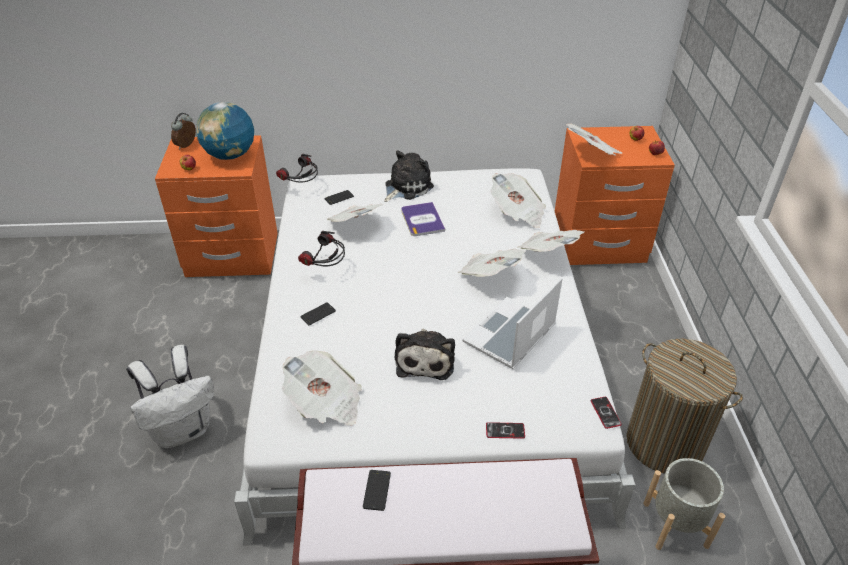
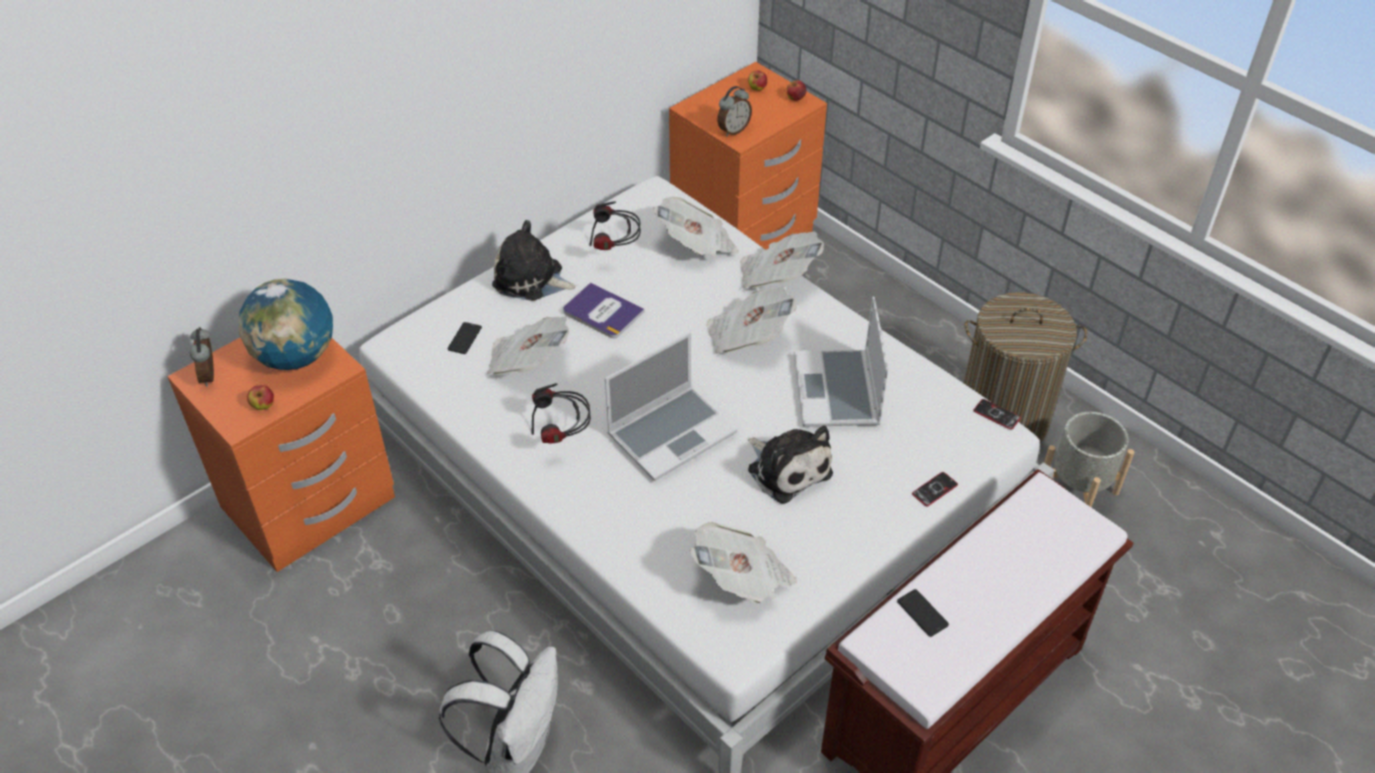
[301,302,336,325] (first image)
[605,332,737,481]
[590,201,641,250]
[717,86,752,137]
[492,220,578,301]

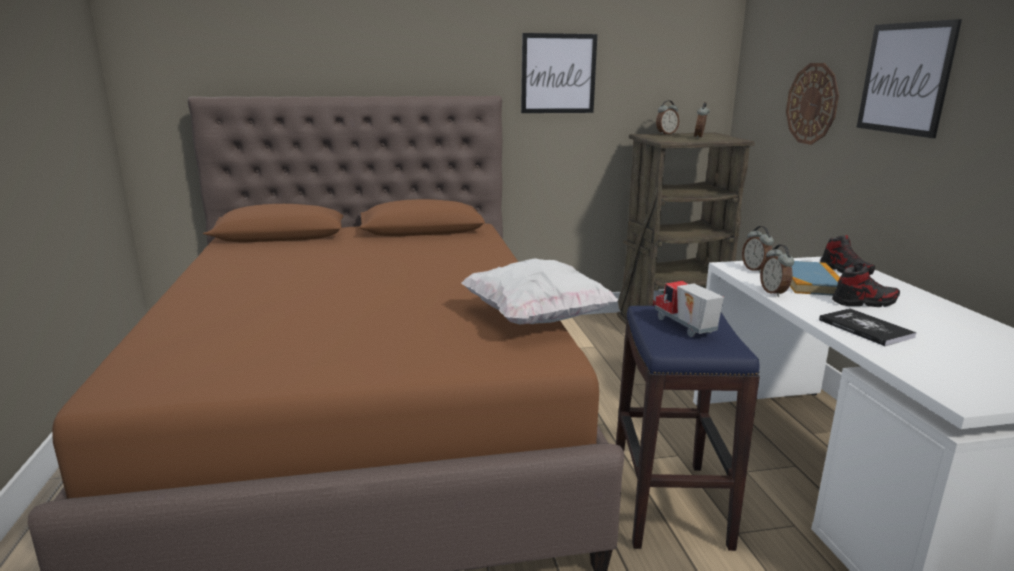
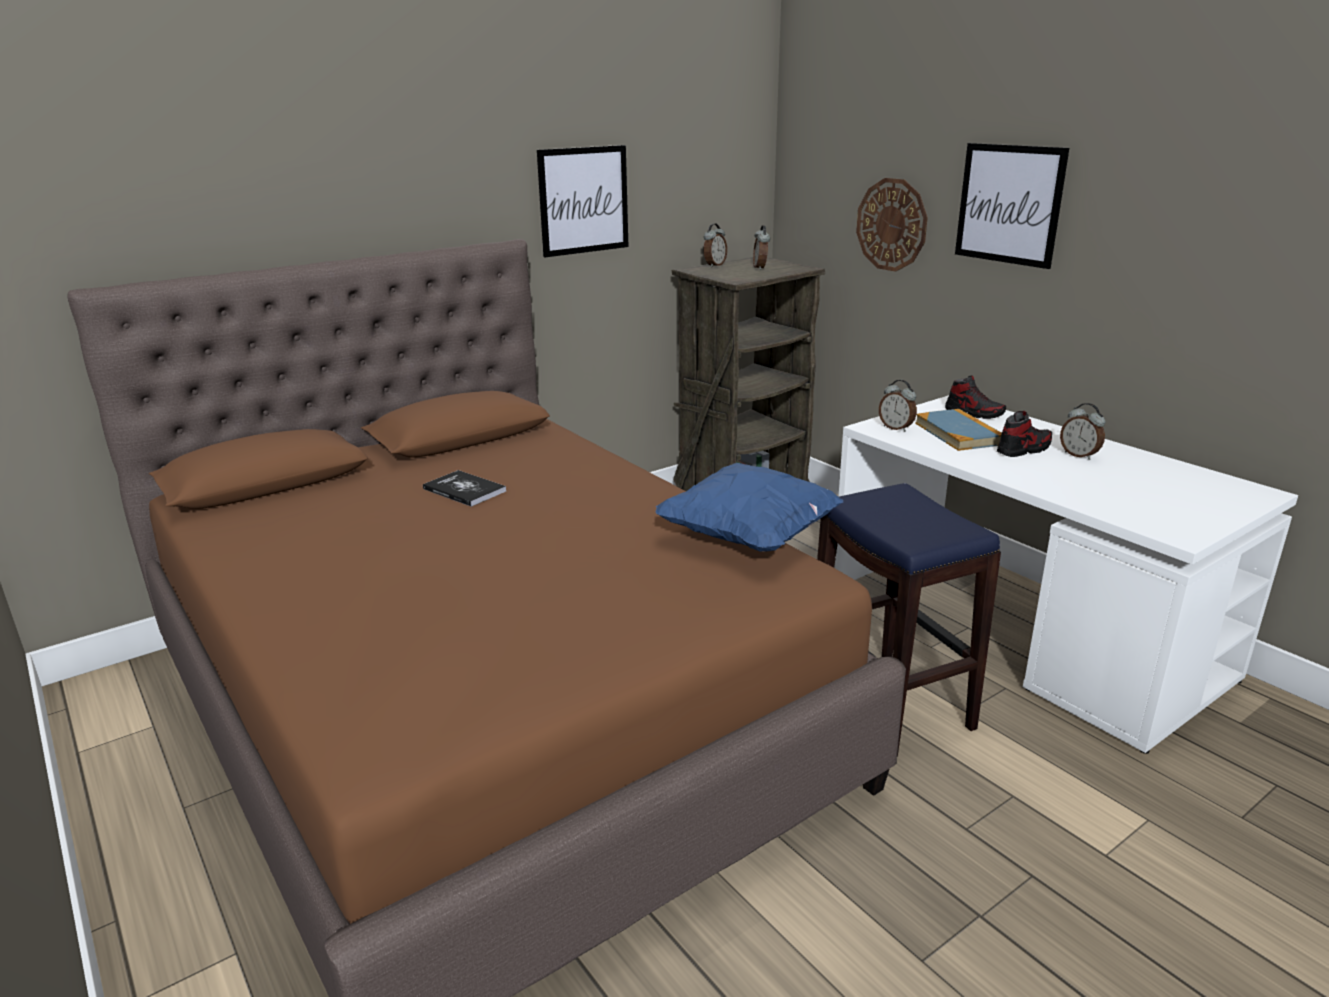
[654,281,724,337] (first image)
[1060,403,1106,460]
[423,470,506,507]
[655,463,843,552]

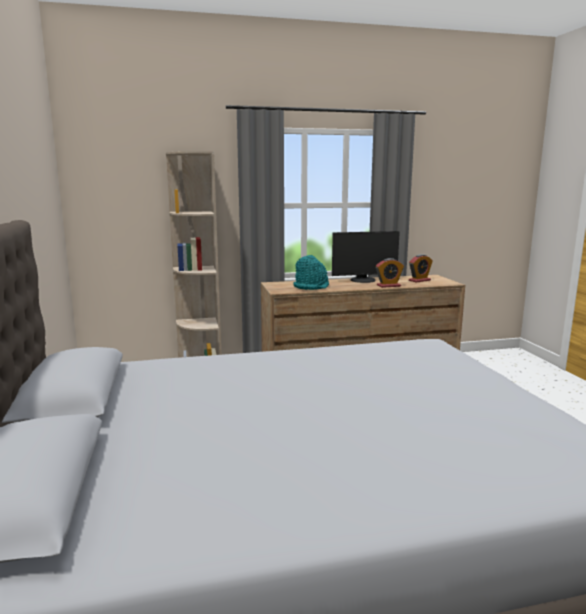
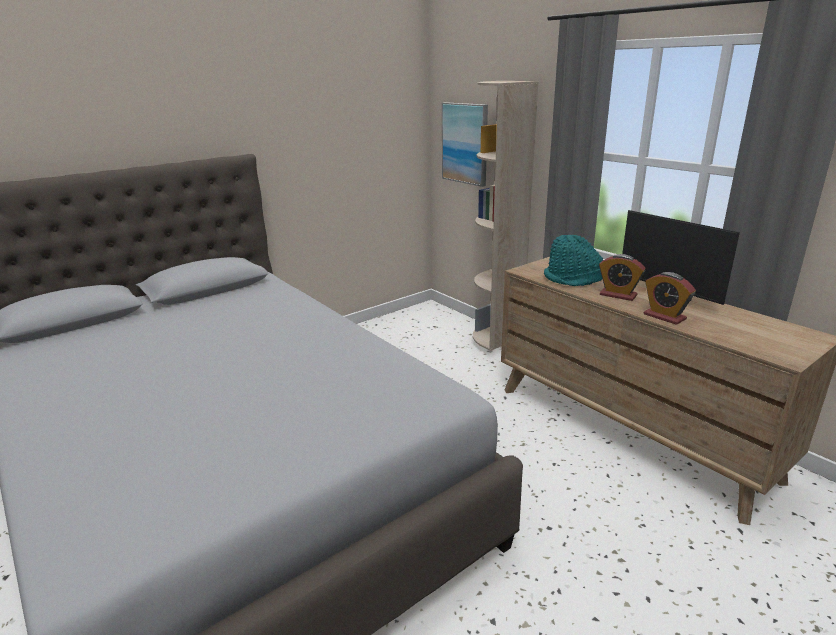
[442,102,488,187]
[599,254,646,301]

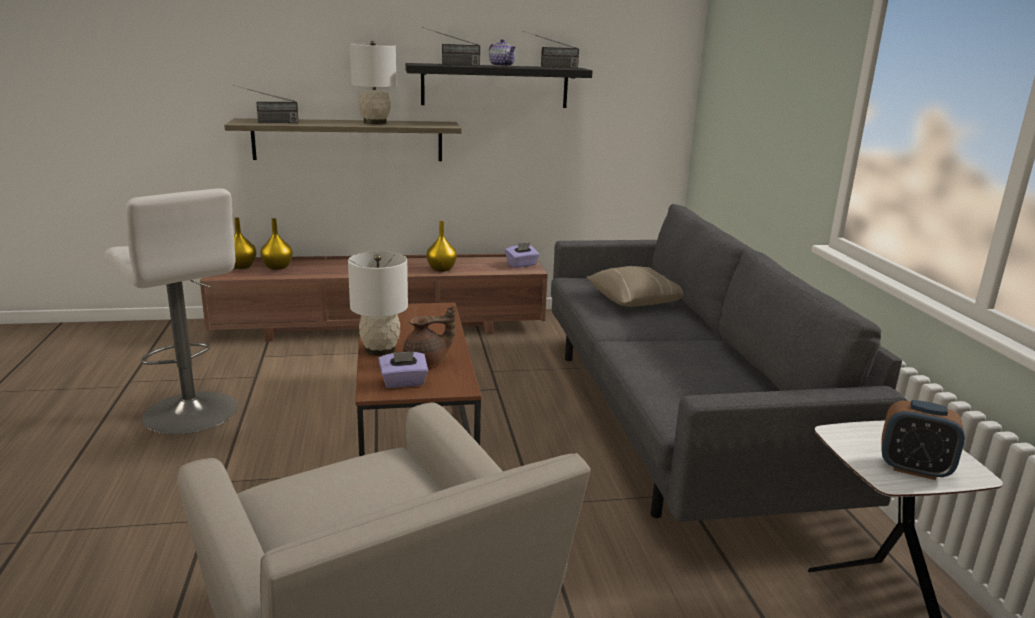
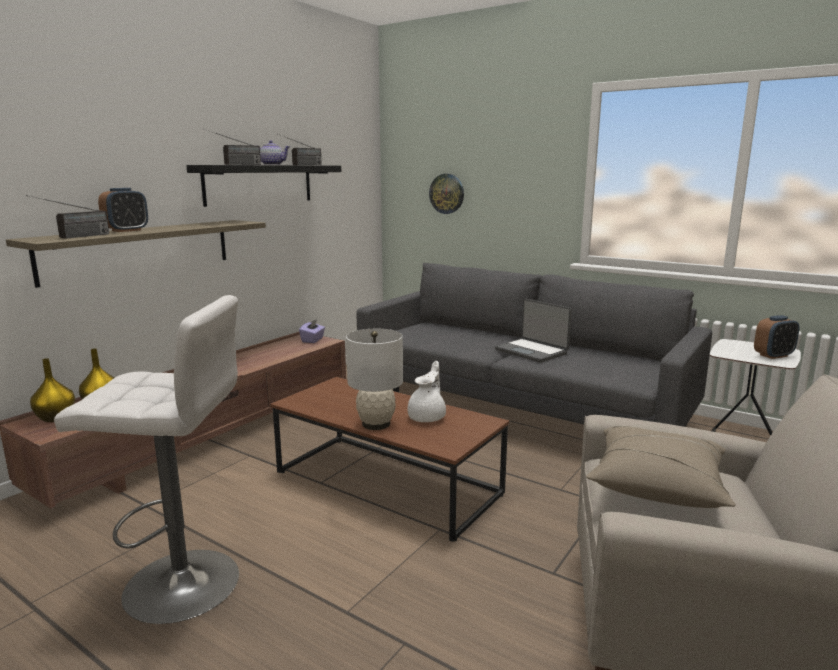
[350,41,396,124] (first image)
[378,352,428,388] (first image)
[426,221,457,272] (first image)
[98,188,148,232]
[429,174,464,214]
[495,299,572,363]
[586,426,736,508]
[408,361,446,422]

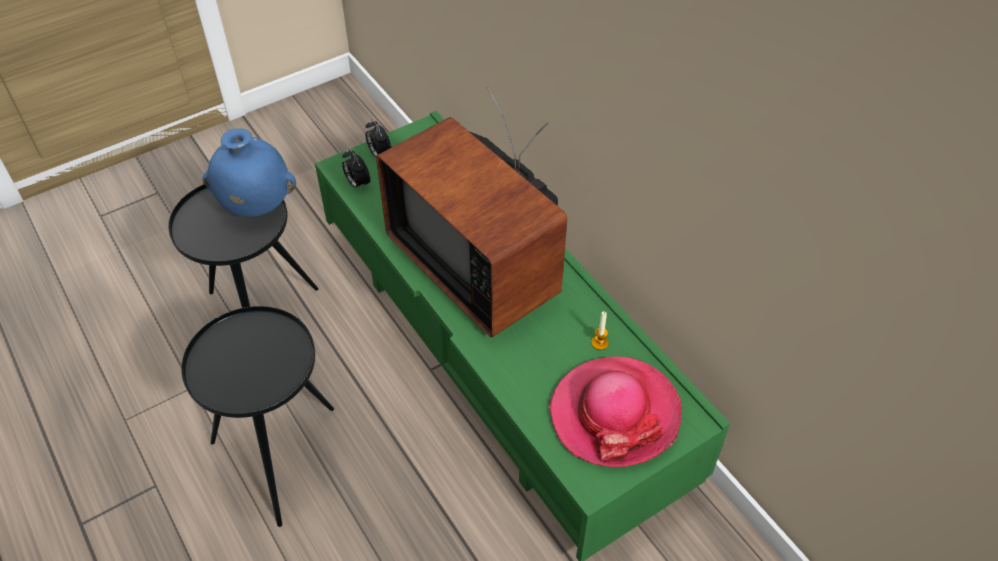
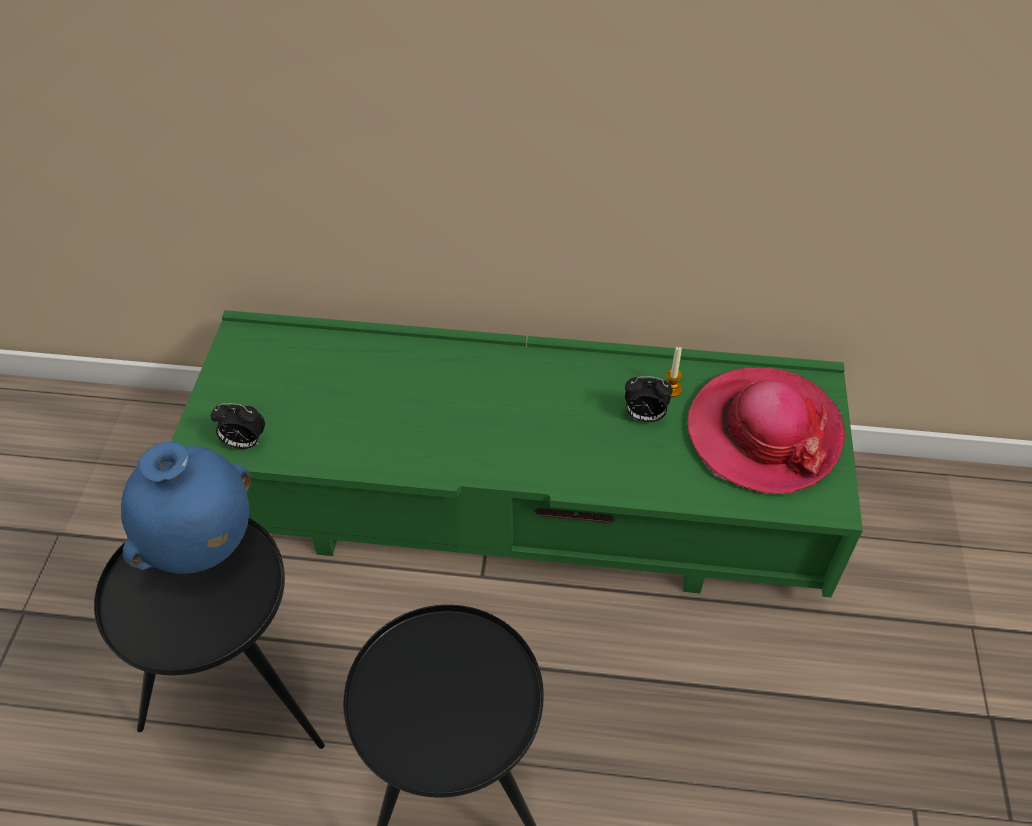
[376,87,567,337] (first image)
[625,376,673,422]

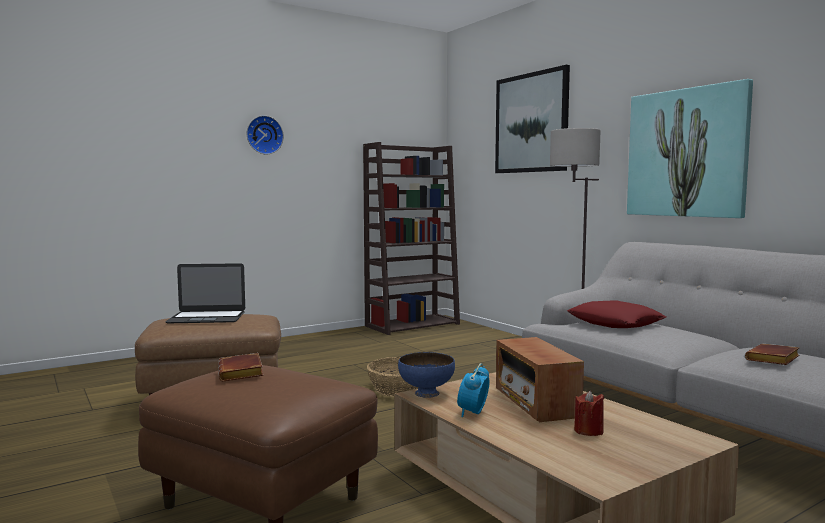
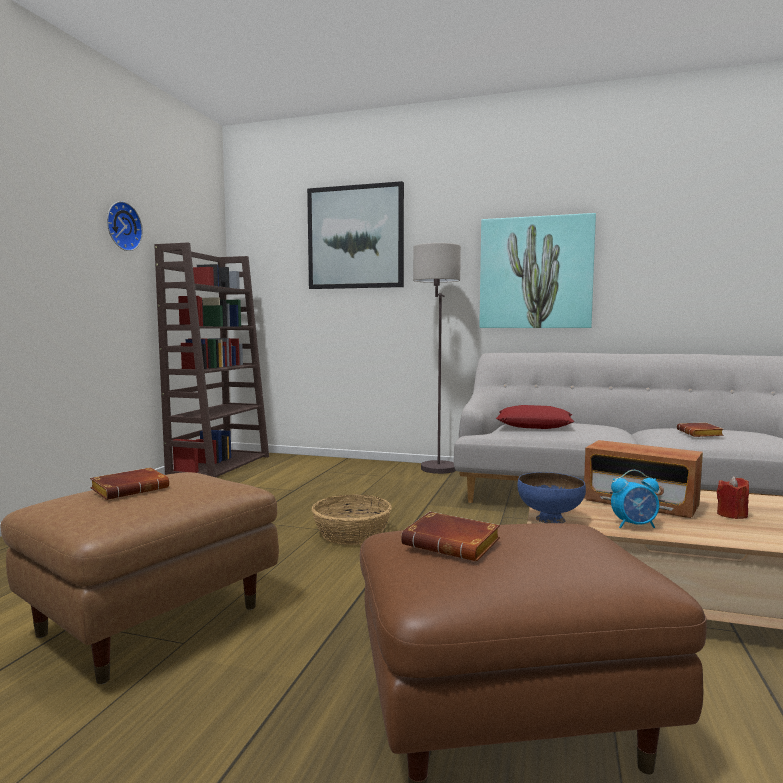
[107,201,143,251]
[90,467,169,500]
[611,470,659,528]

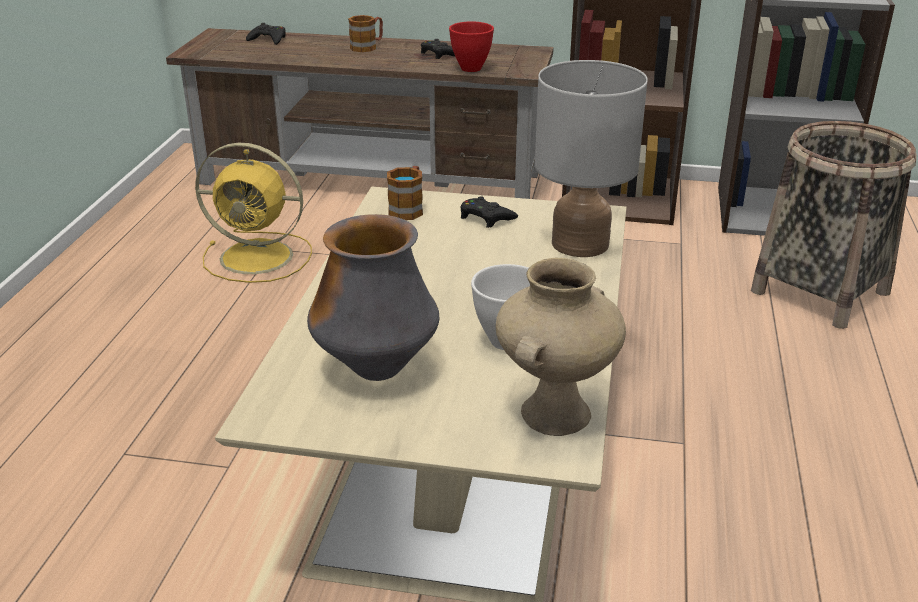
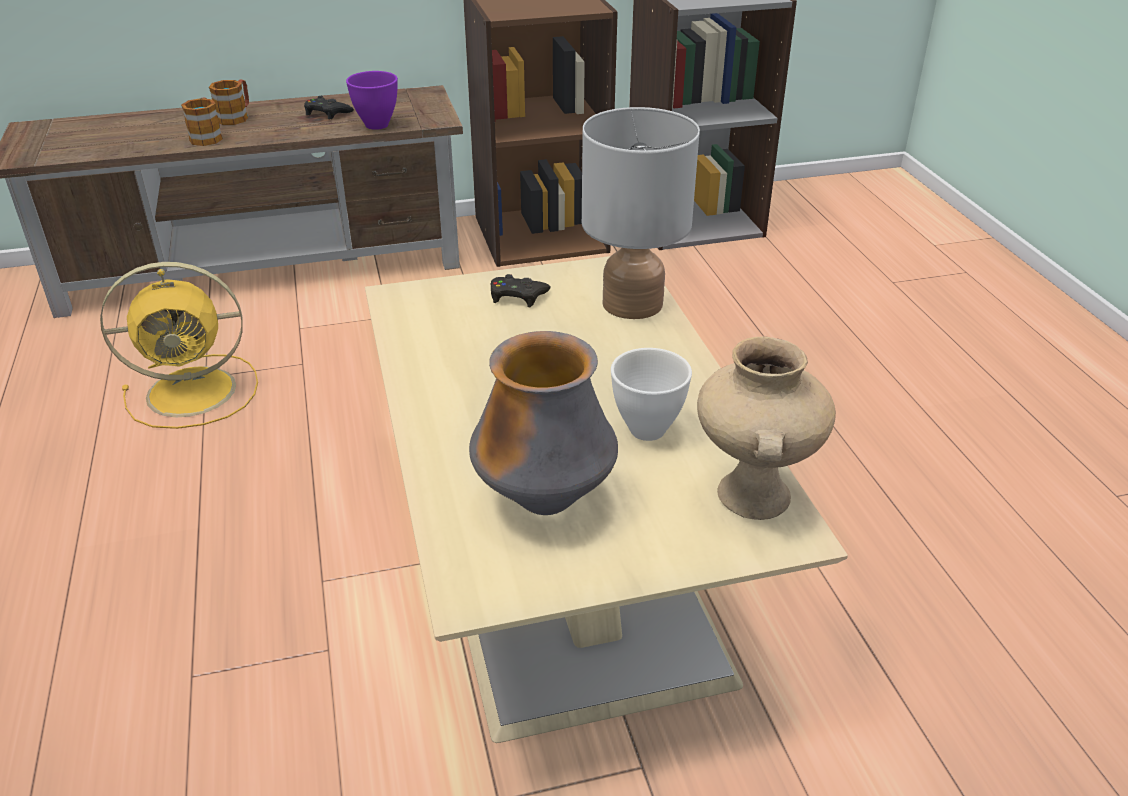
[246,23,286,45] (first image)
[751,121,917,329] (first image)
[181,97,223,146]
[346,71,398,130]

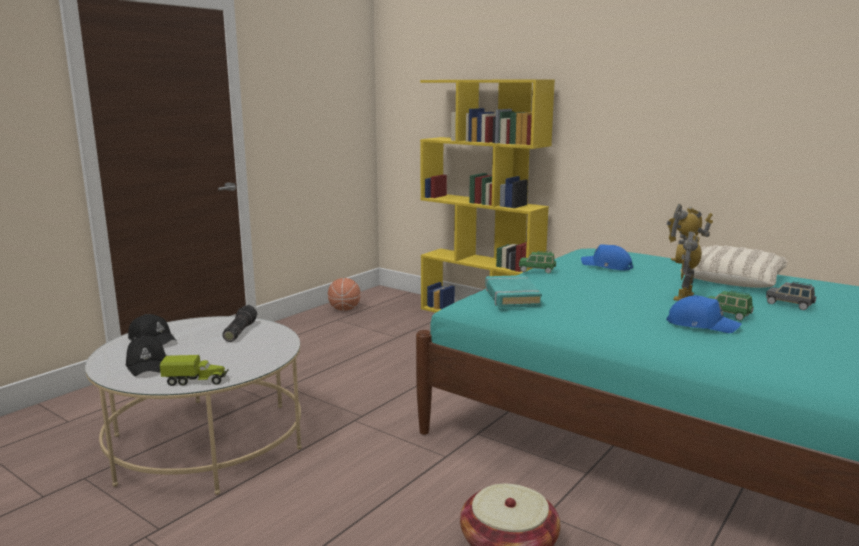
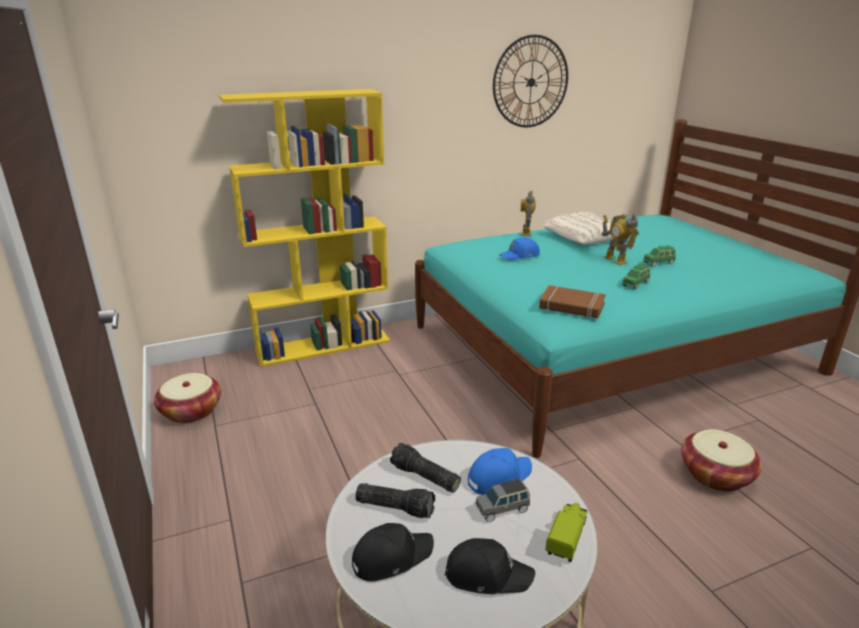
[355,483,435,518]
[493,35,568,127]
[622,263,650,290]
[468,448,532,495]
[475,478,530,522]
[154,373,221,423]
[539,285,606,318]

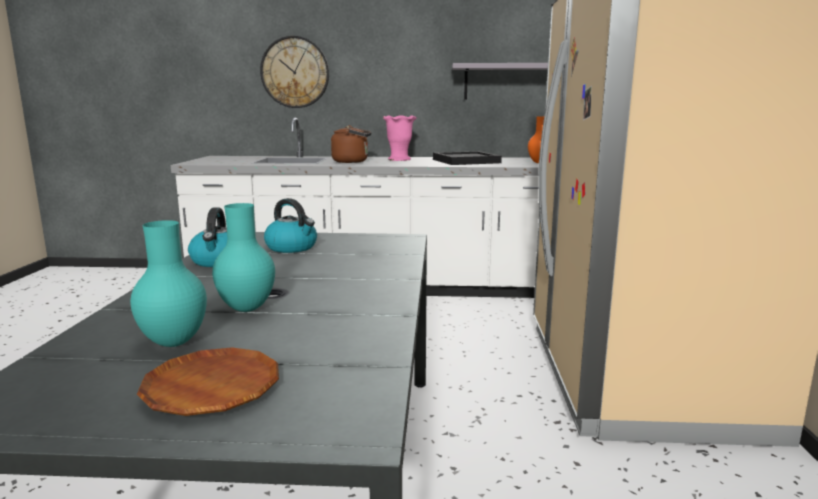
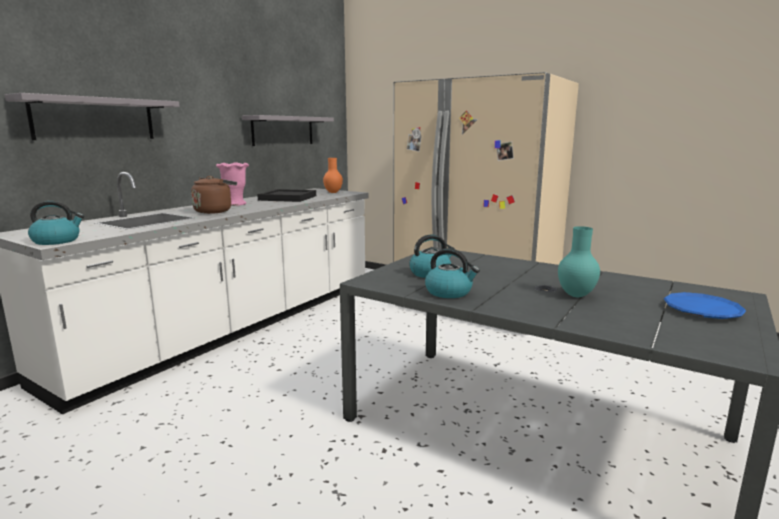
[130,220,207,347] (first image)
[28,201,84,245]
[5,93,180,140]
[664,292,746,319]

